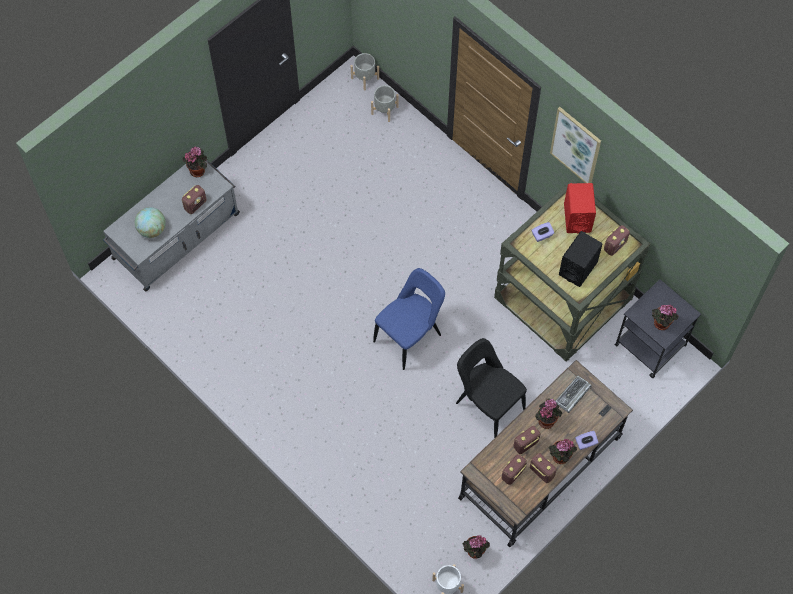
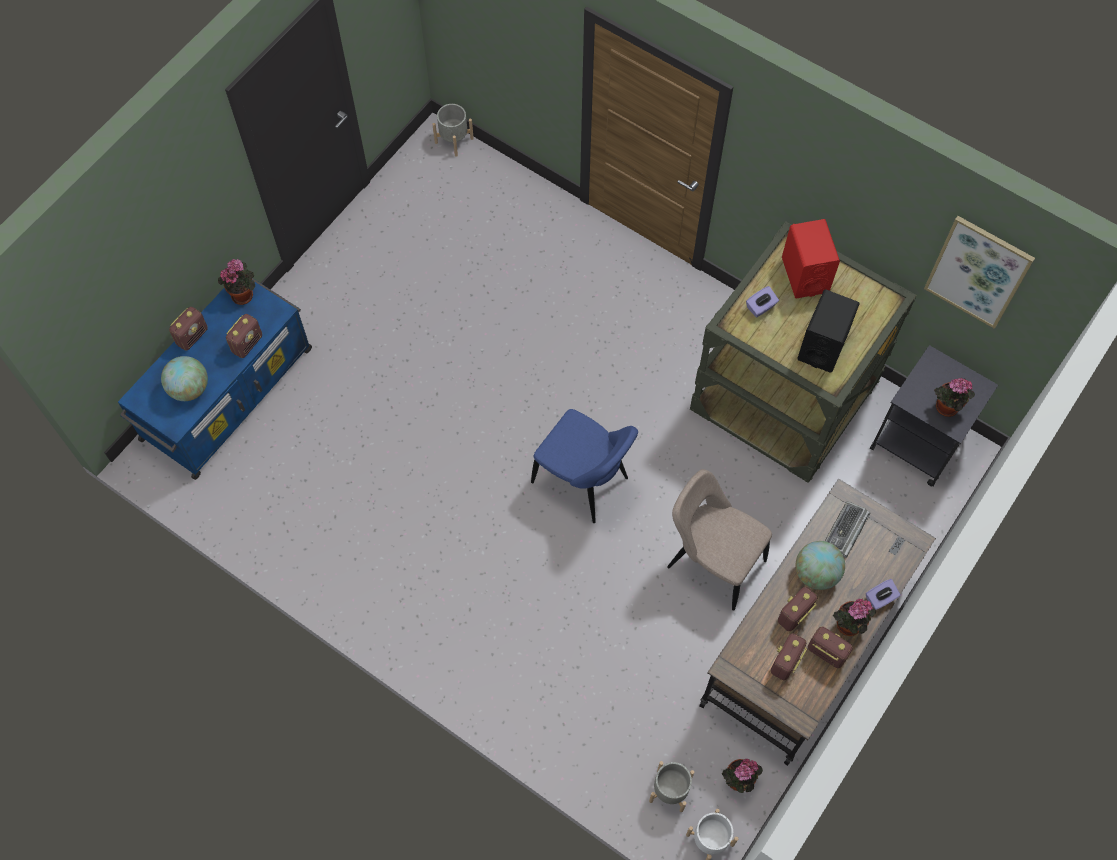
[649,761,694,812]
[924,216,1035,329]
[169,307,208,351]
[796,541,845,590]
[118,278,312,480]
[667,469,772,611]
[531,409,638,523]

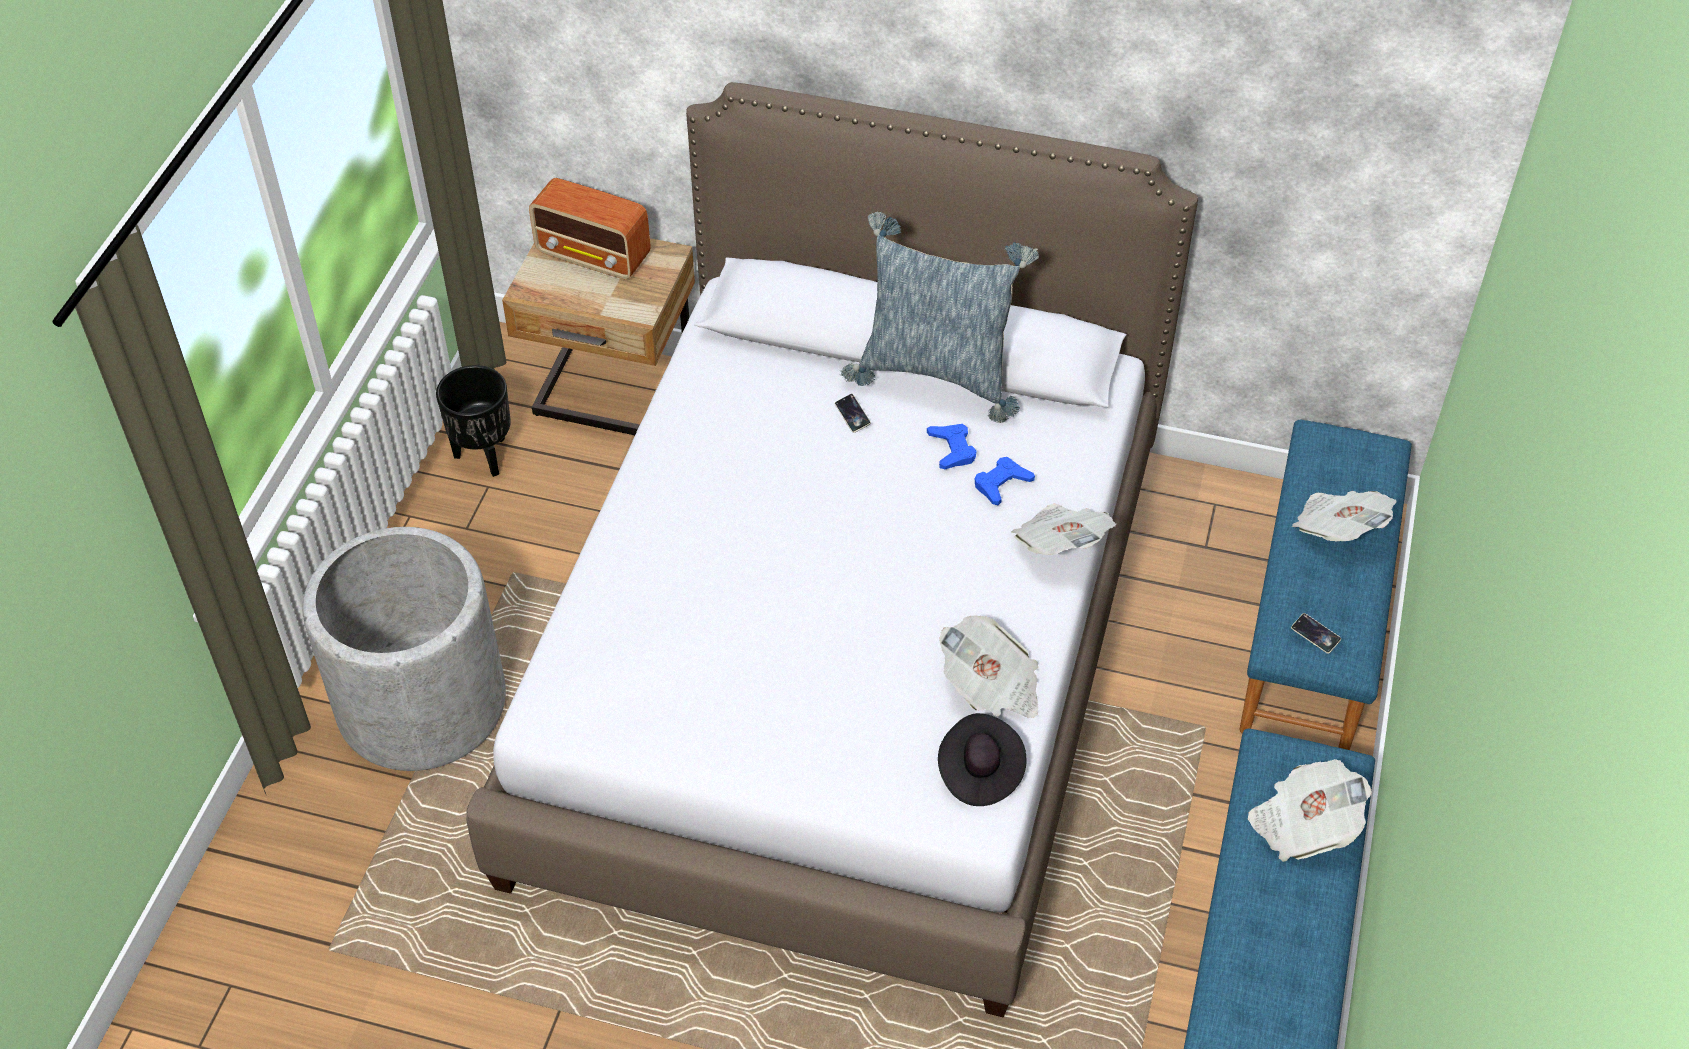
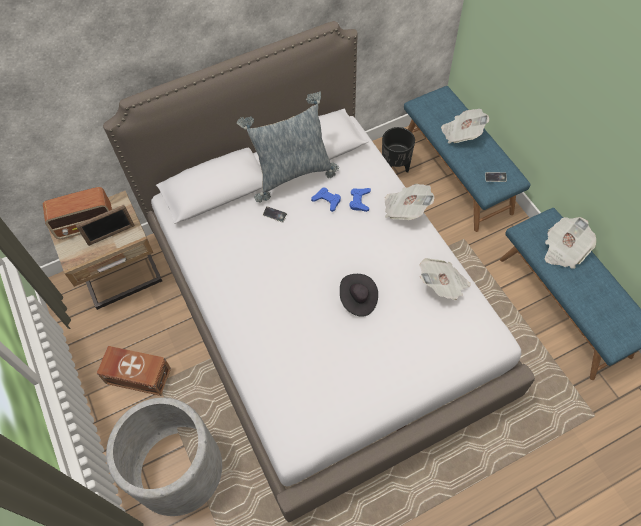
[76,205,135,246]
[97,346,171,396]
[382,127,415,172]
[340,274,378,317]

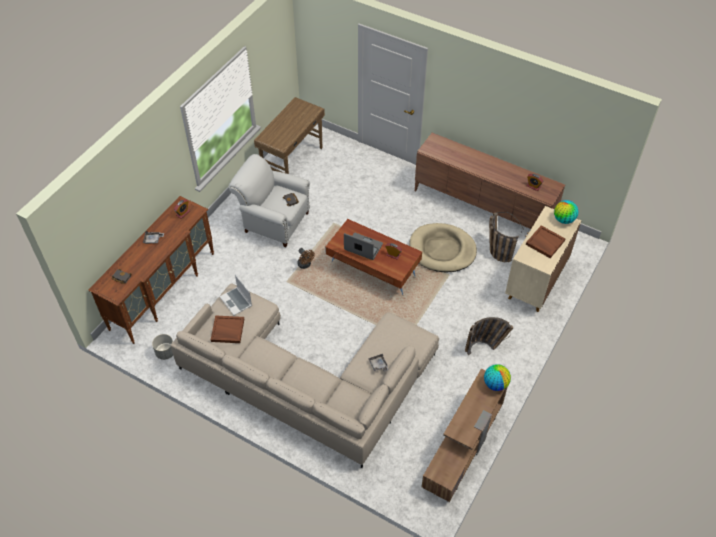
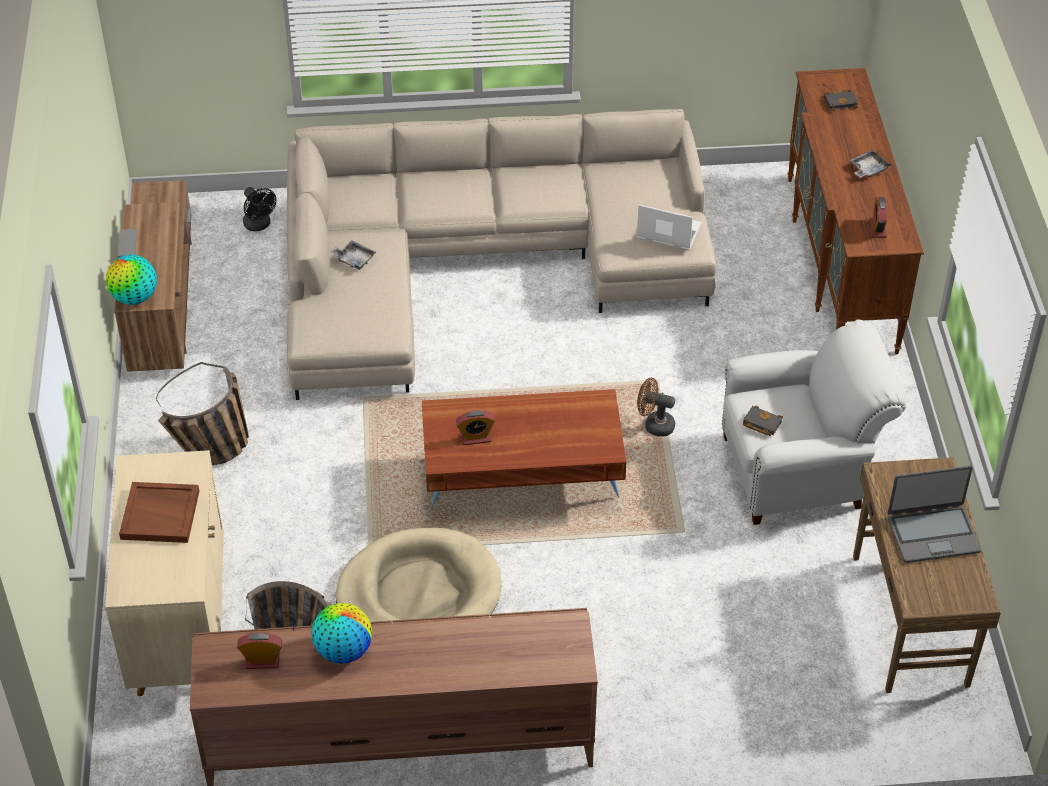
[152,334,173,360] (first image)
[211,315,244,343] (first image)
[243,187,276,231]
[888,466,981,563]
[312,603,372,664]

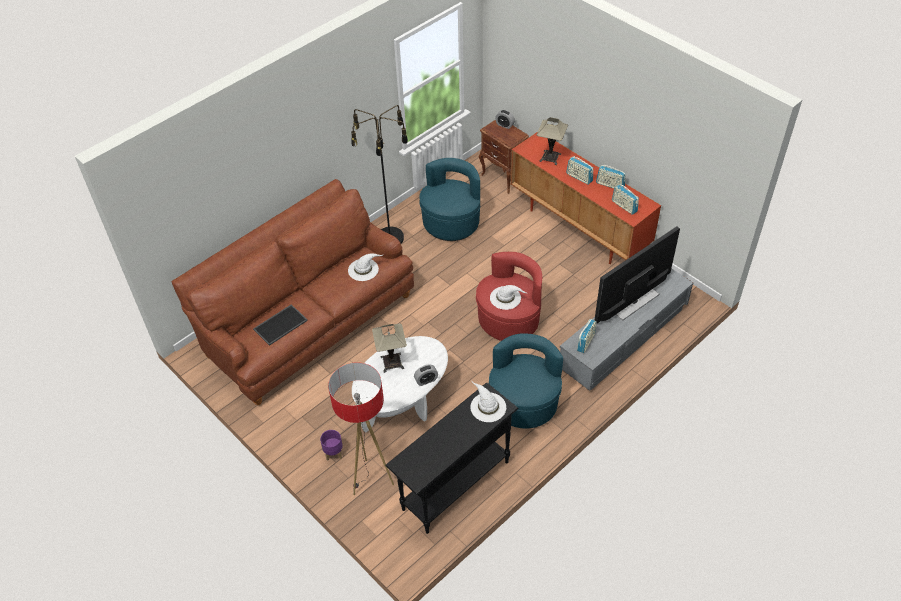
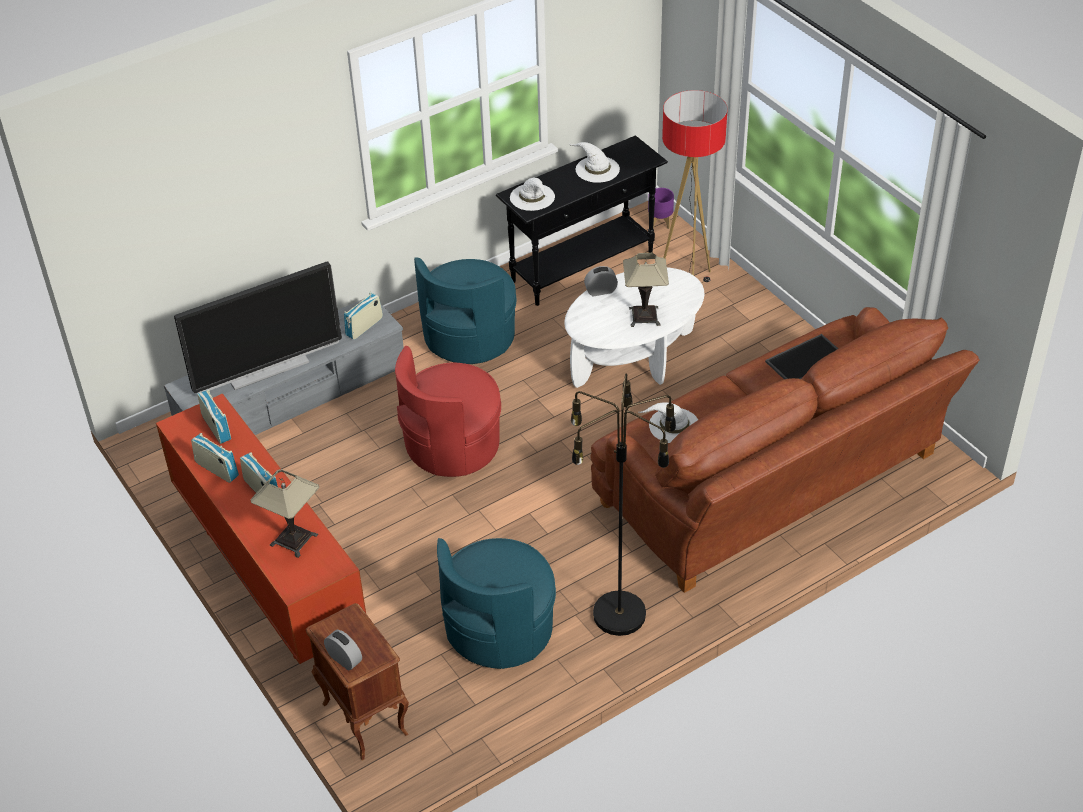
[648,188,674,229]
[570,142,620,183]

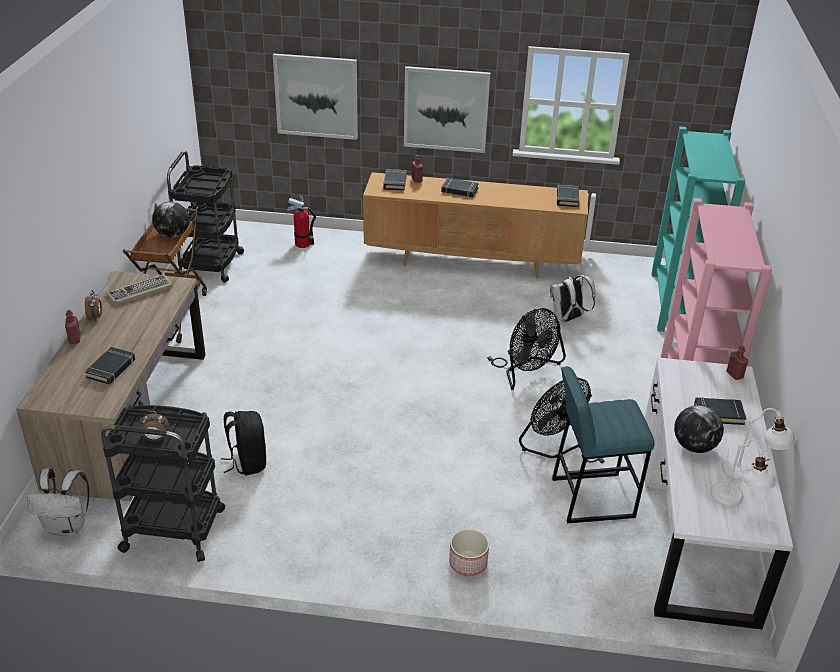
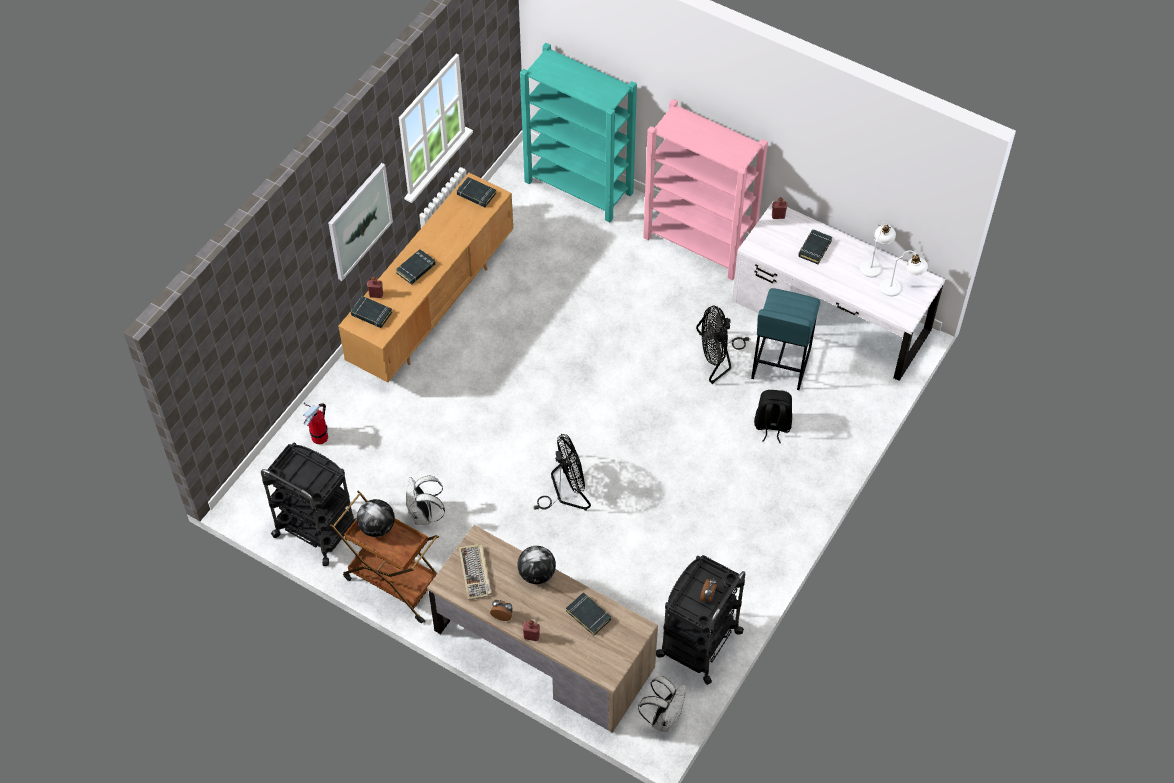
[273,54,358,140] (first image)
[449,529,489,576] (first image)
[754,390,792,443]
[534,434,591,511]
[406,476,445,525]
[517,546,556,584]

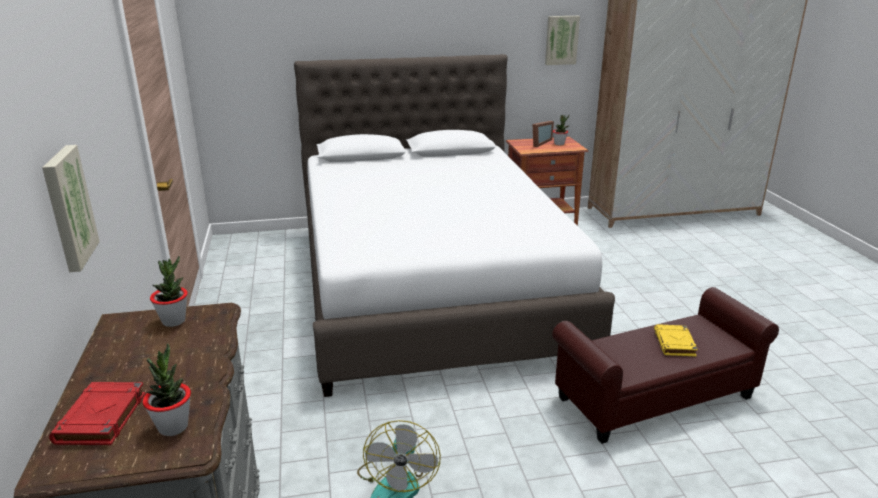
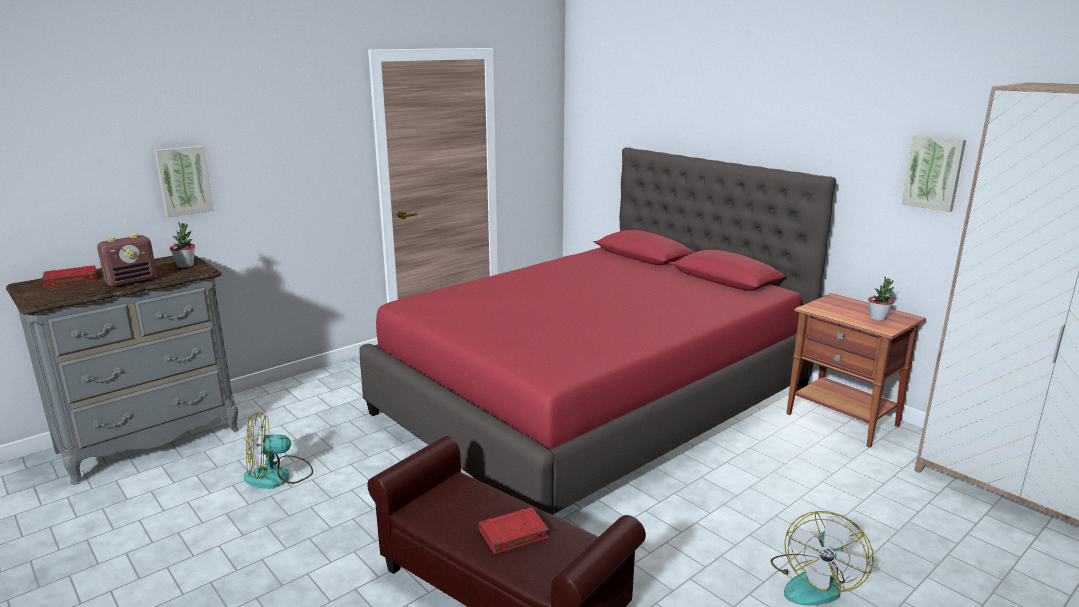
[143,343,191,436] (first image)
[533,121,554,147] (first image)
[97,233,157,287]
[771,511,874,606]
[359,147,836,515]
[479,507,549,554]

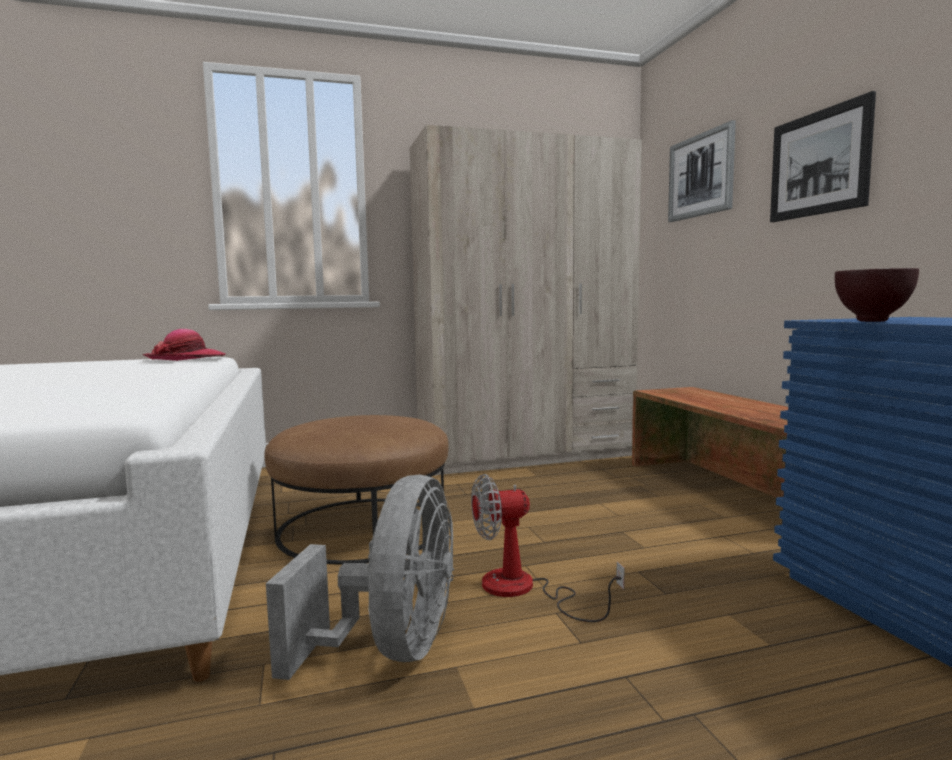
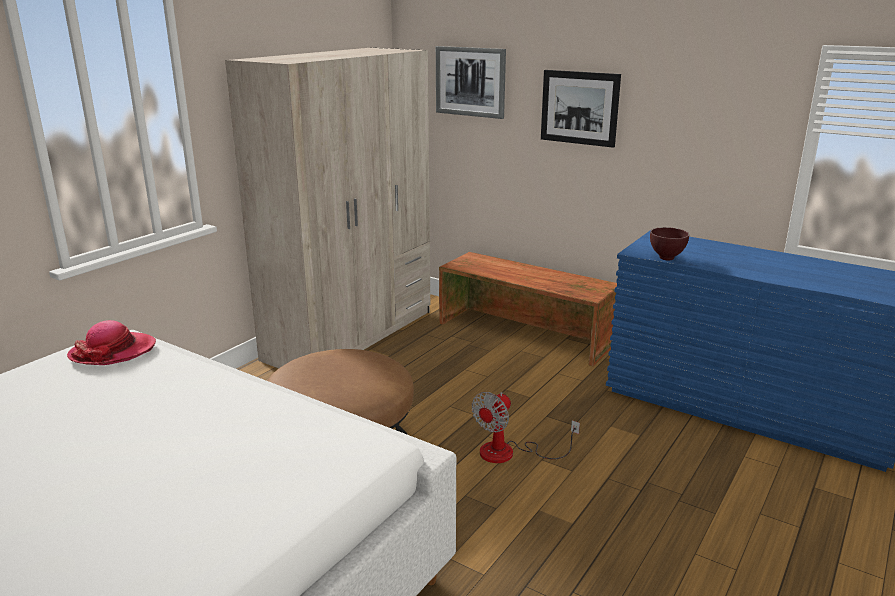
[266,475,454,680] (first image)

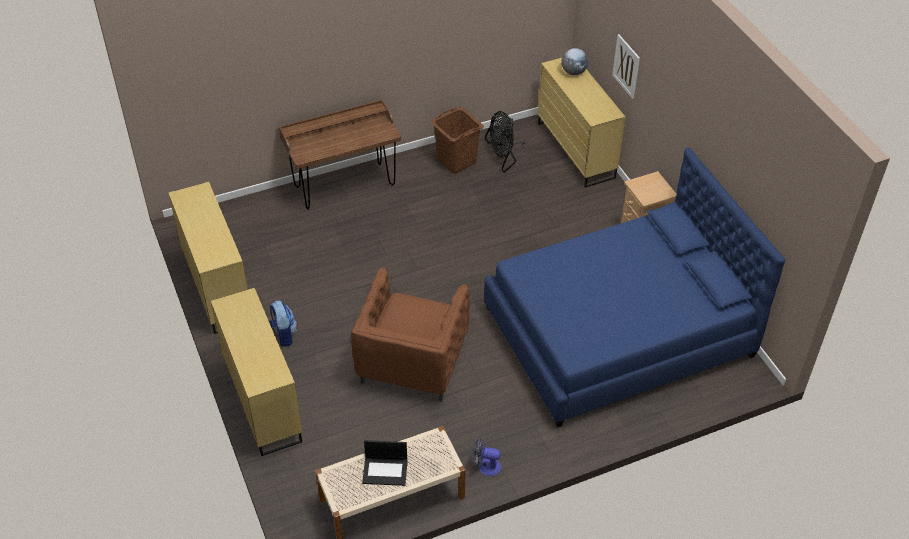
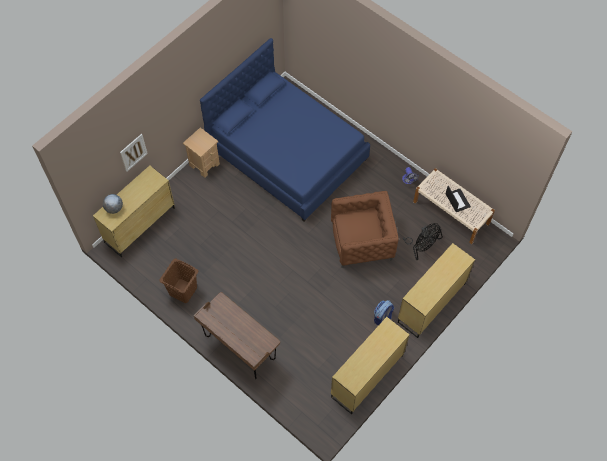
[403,223,443,260]

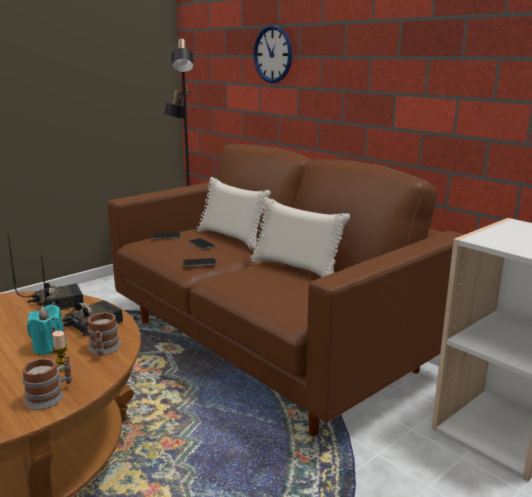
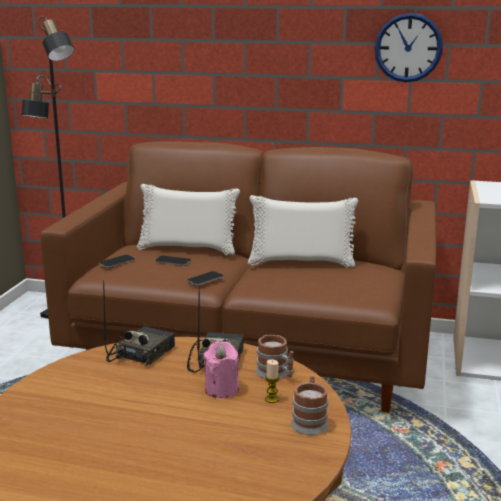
[374,13,443,82]
[203,341,239,398]

